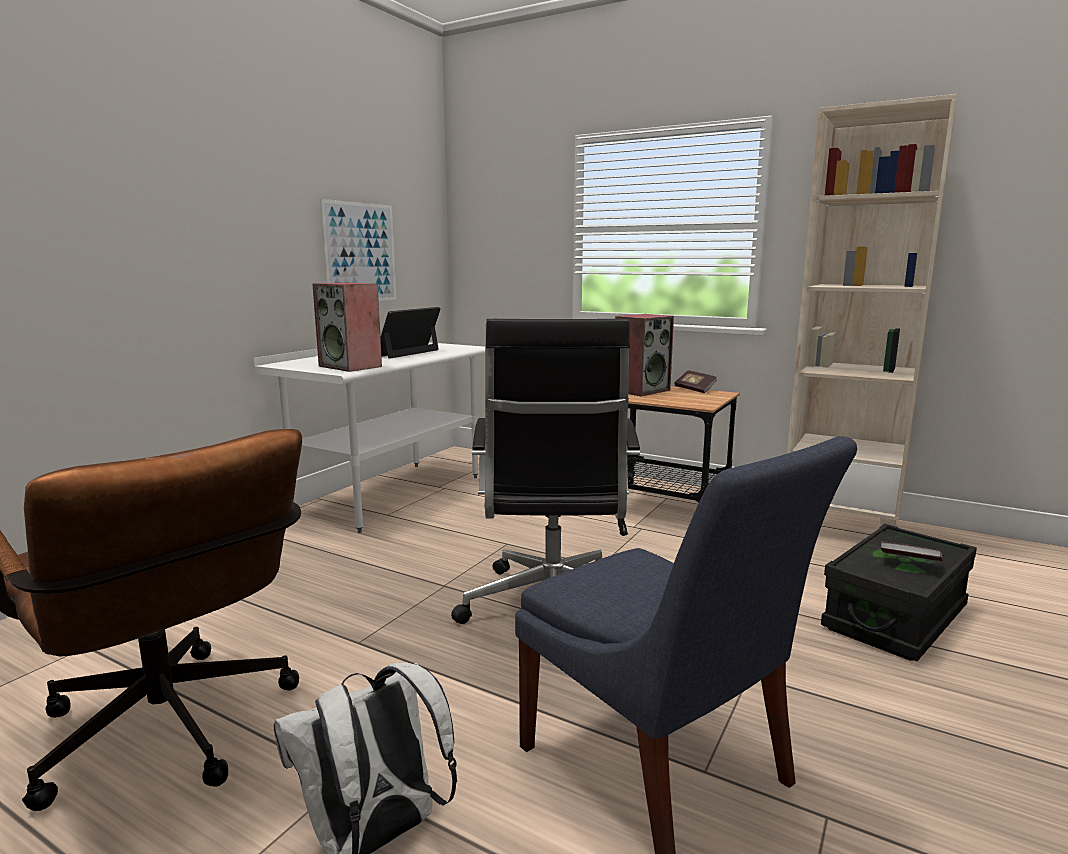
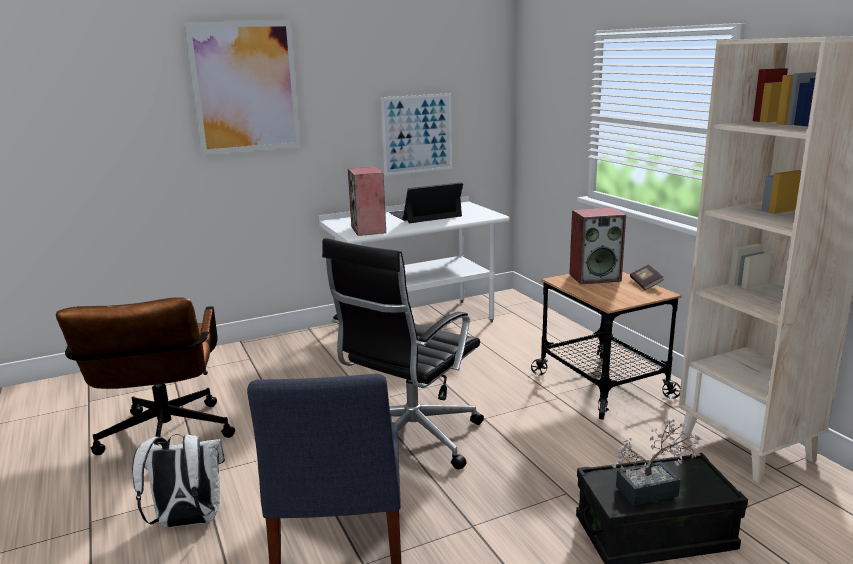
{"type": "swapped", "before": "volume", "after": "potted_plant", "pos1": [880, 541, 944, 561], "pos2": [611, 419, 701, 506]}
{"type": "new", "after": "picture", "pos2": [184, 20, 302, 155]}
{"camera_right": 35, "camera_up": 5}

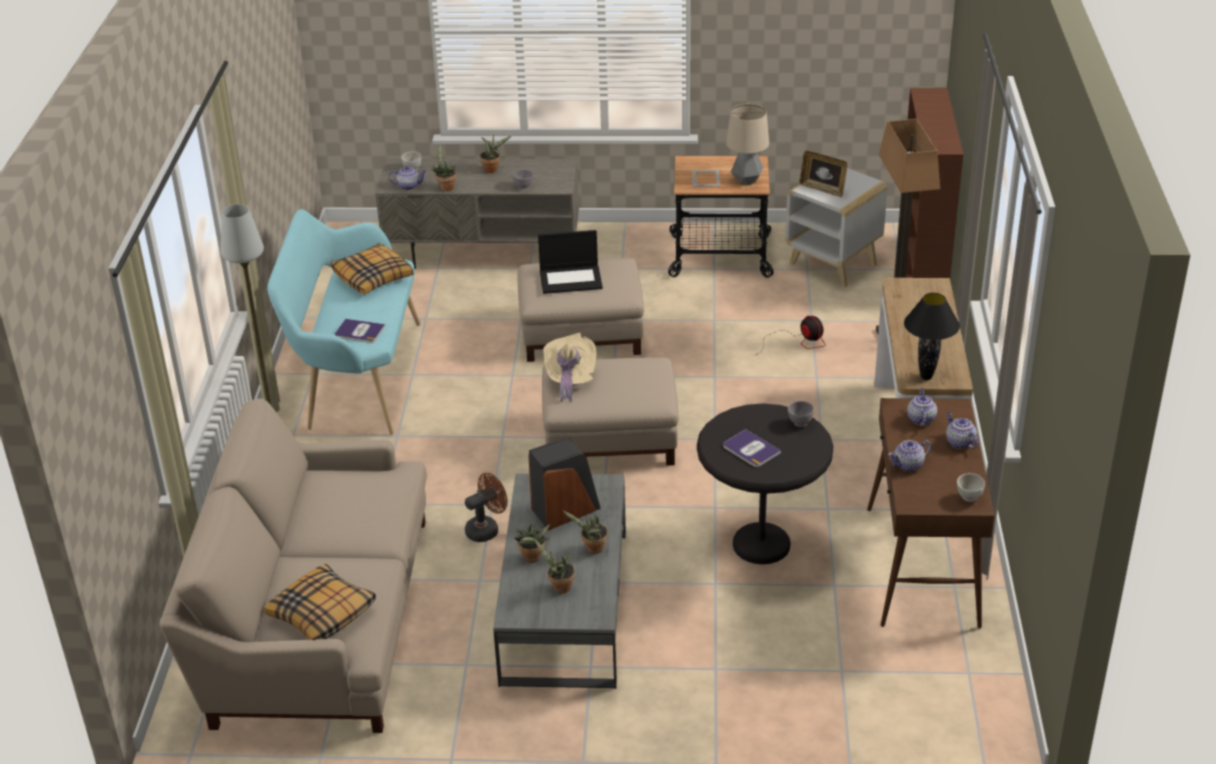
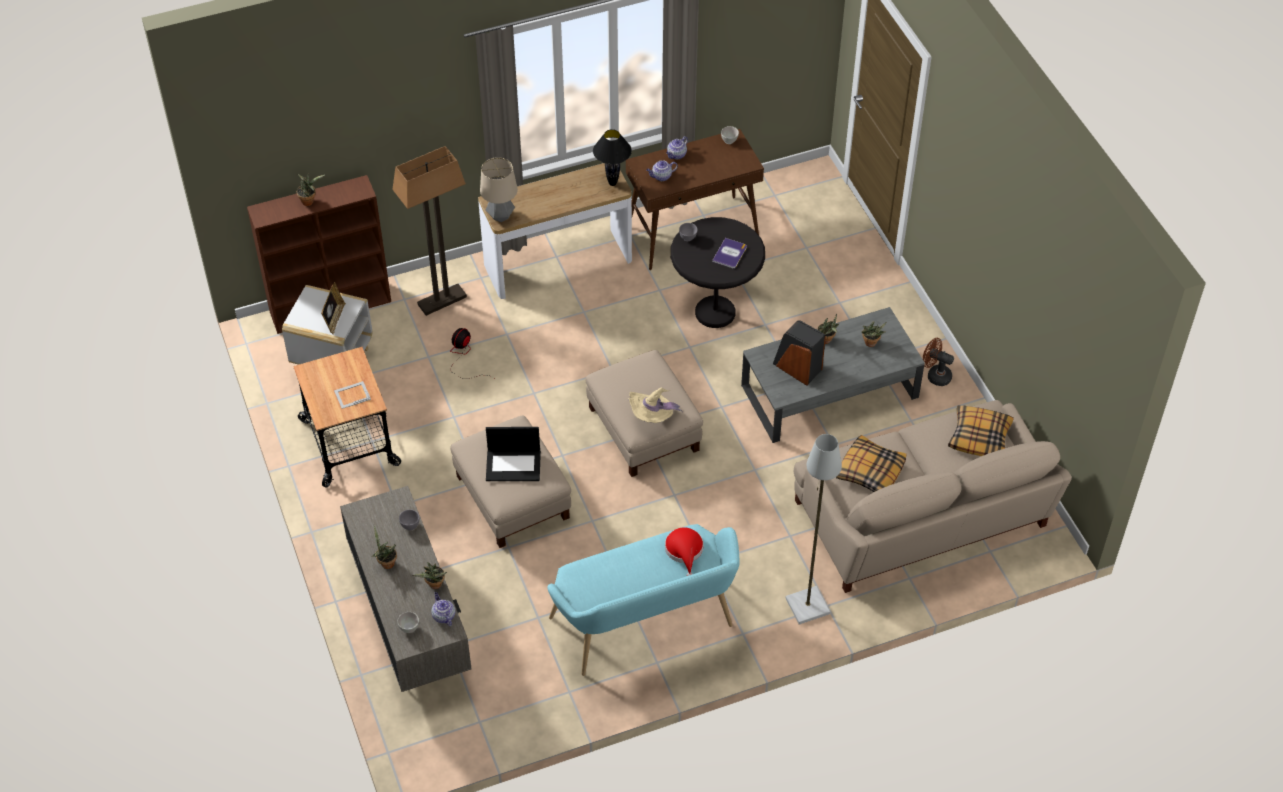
{"type": "shifted", "before": "lamp_for_a_table", "pos1": [726, 104, 769, 185], "pos2": [480, 157, 518, 222]}
{"type": "rotated", "before": "laptop", "pos1": [538, 230, 603, 294], "pos2": [486, 427, 541, 481], "turn": 120}
{"type": "shifted", "before": "pillow", "pos1": [331, 243, 413, 294], "pos2": [836, 435, 907, 492]}
{"type": "swapped", "before": "volume", "after": "red_wearable_hat", "pos1": [335, 319, 385, 343], "pos2": [665, 527, 704, 576]}
{"type": "gone", "before": "tea_pot", "pos1": [888, 440, 931, 472]}
{"type": "shifted", "before": "brownish_cooling_fan", "pos1": [465, 473, 507, 542], "pos2": [923, 338, 954, 386]}
{"type": "shifted", "before": "potted_plant", "pos1": [514, 522, 550, 563], "pos2": [297, 174, 325, 206]}
{"camera_right": -115, "camera_up": 15}

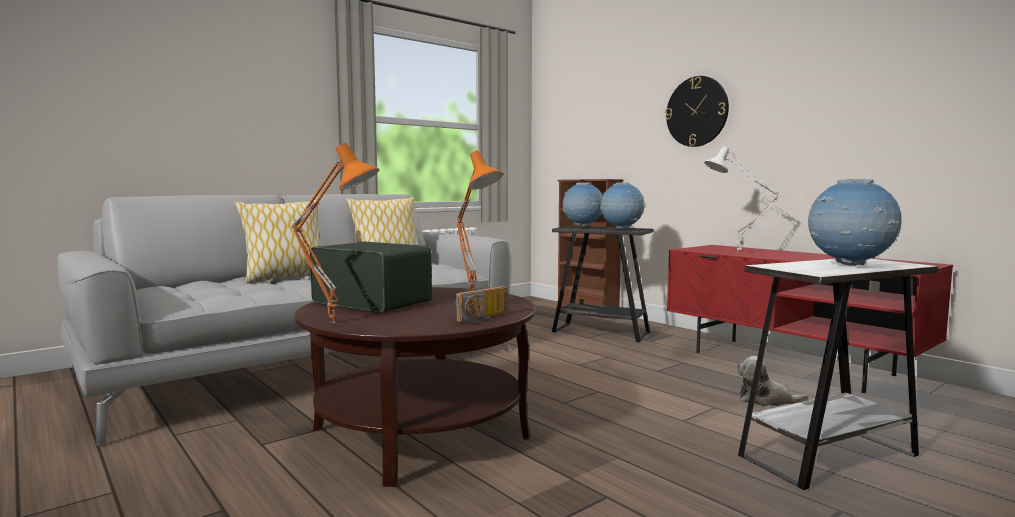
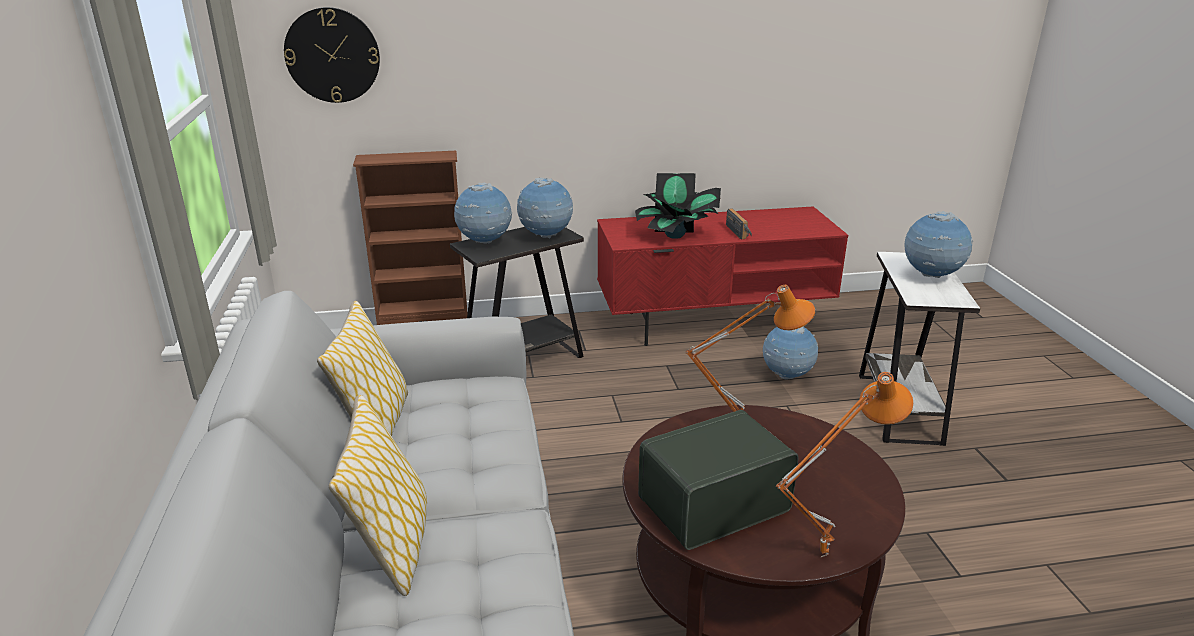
{"type": "shifted", "before": "wall_clock", "pos1": [665, 76, 729, 147], "pos2": [284, 7, 380, 103]}
{"type": "swapped", "before": "whitish_lamp_for_a_table", "after": "potted_plant", "pos1": [704, 146, 781, 253], "pos2": [635, 173, 721, 239]}
{"type": "shifted", "before": "radio", "pos1": [455, 286, 508, 323], "pos2": [726, 208, 752, 239]}
{"type": "swapped", "before": "cuddly_toy", "after": "globe", "pos1": [737, 356, 808, 406], "pos2": [763, 326, 818, 380]}
{"camera_right": -60, "camera_up": 20}

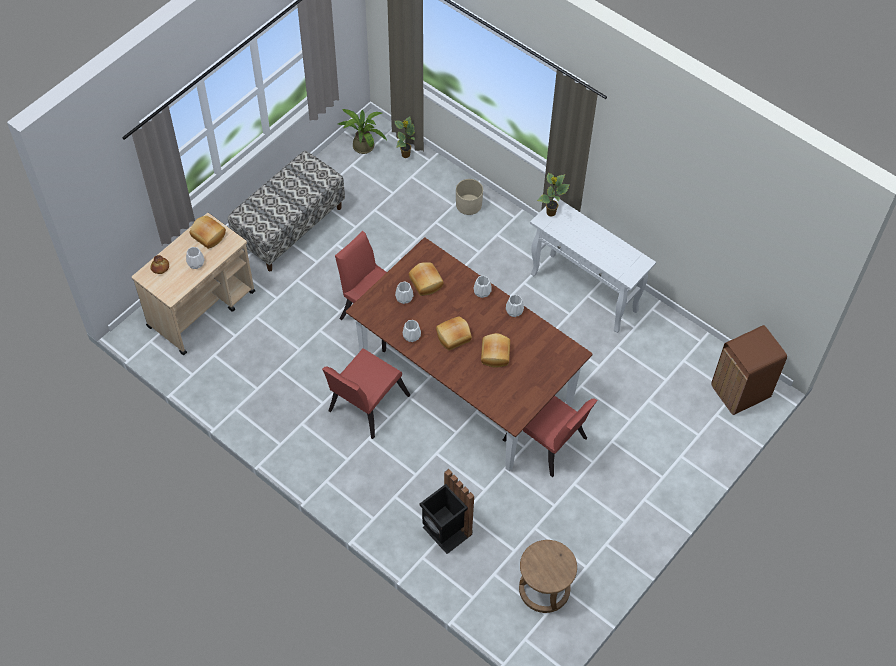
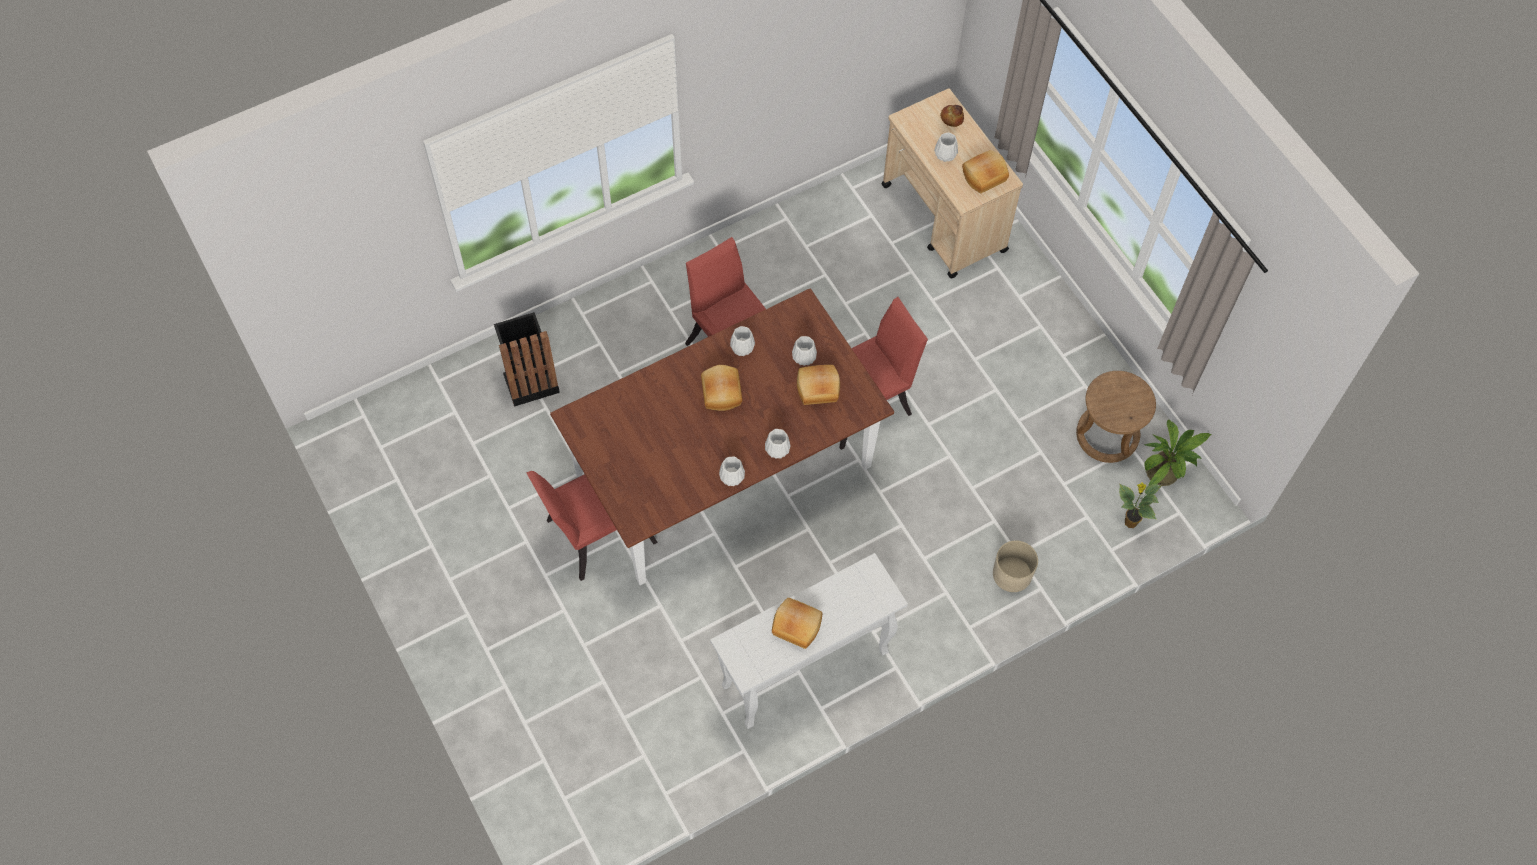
{"type": "gone", "before": "bench", "pos1": [228, 151, 345, 271]}
{"type": "gone", "before": "potted_plant", "pos1": [537, 173, 570, 217]}
{"type": "gone", "before": "brownish_rubbish_bin", "pos1": [711, 325, 787, 415]}
{"type": "shifted", "before": "baked_bread", "pos1": [481, 333, 510, 367], "pos2": [772, 598, 822, 649]}
{"type": "shifted", "before": "brownish_stool_seat", "pos1": [519, 540, 577, 613], "pos2": [1076, 371, 1156, 463]}
{"camera_right": 110, "camera_up": 5}

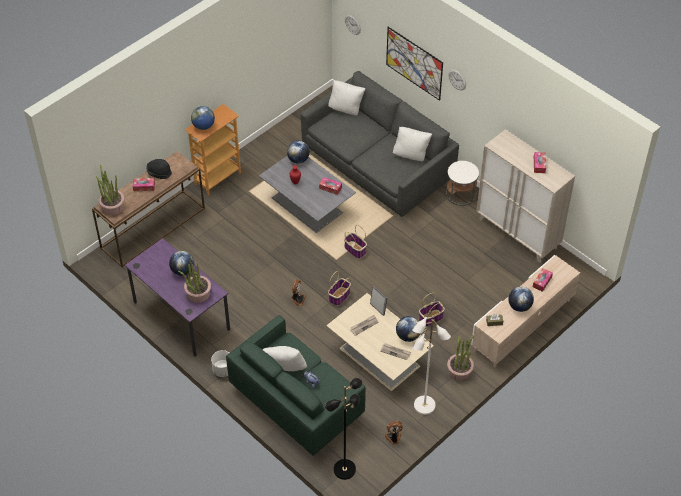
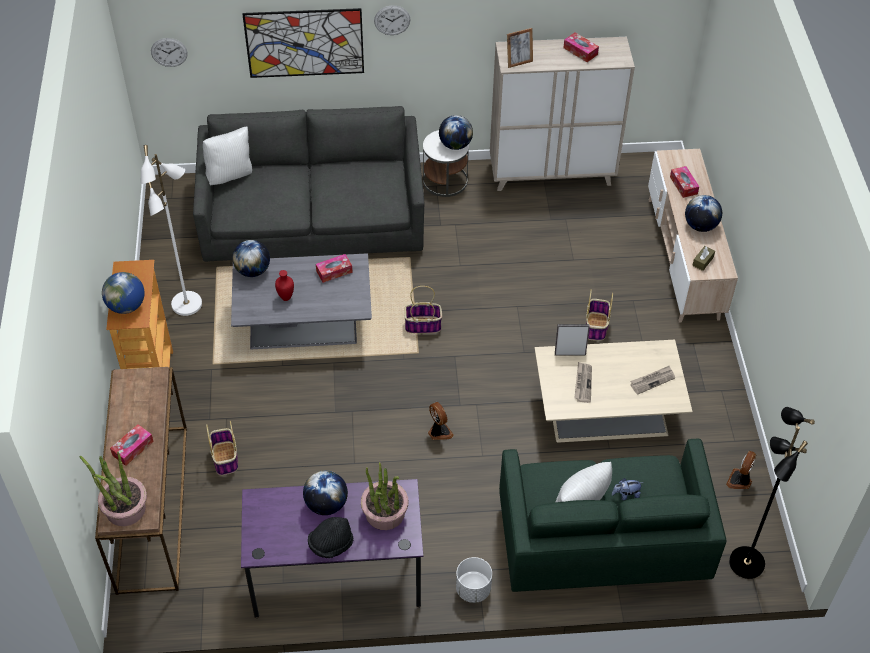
{"type": "gone", "before": "whitish_pillow", "pos1": [393, 127, 432, 161]}
{"type": "shifted", "before": "blackish_wearable_hat", "pos1": [146, 159, 172, 179], "pos2": [308, 517, 353, 558]}
{"type": "shifted", "before": "storage_basket", "pos1": [328, 271, 351, 306], "pos2": [206, 421, 238, 476]}
{"type": "shifted", "before": "whitish_standard_lamp", "pos1": [412, 310, 451, 415], "pos2": [141, 145, 202, 316]}
{"type": "shifted", "before": "globe", "pos1": [396, 316, 420, 342], "pos2": [439, 115, 473, 150]}
{"type": "gone", "before": "potted_plant", "pos1": [447, 334, 475, 381]}
{"type": "new", "after": "picture_frame", "pos2": [507, 28, 533, 68]}
{"camera_right": -50, "camera_up": 0}

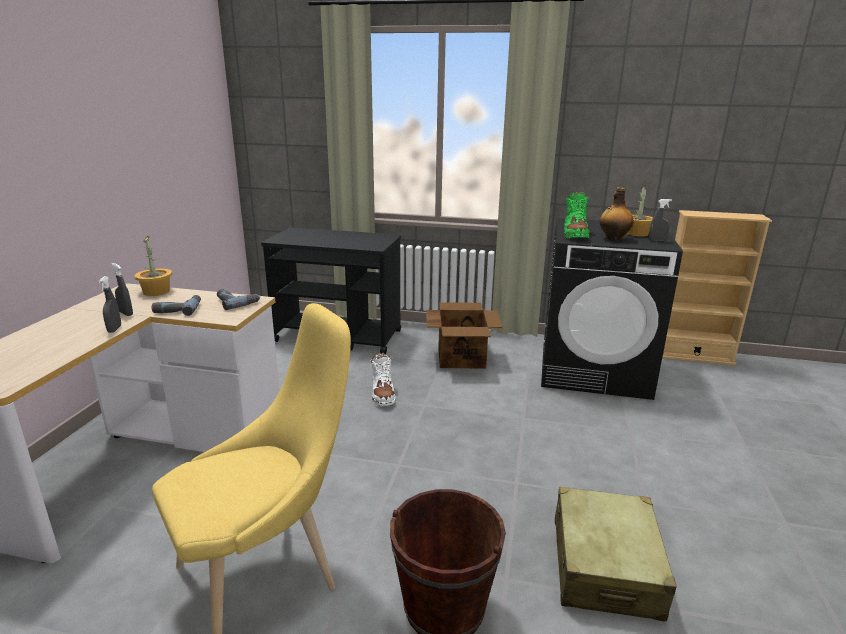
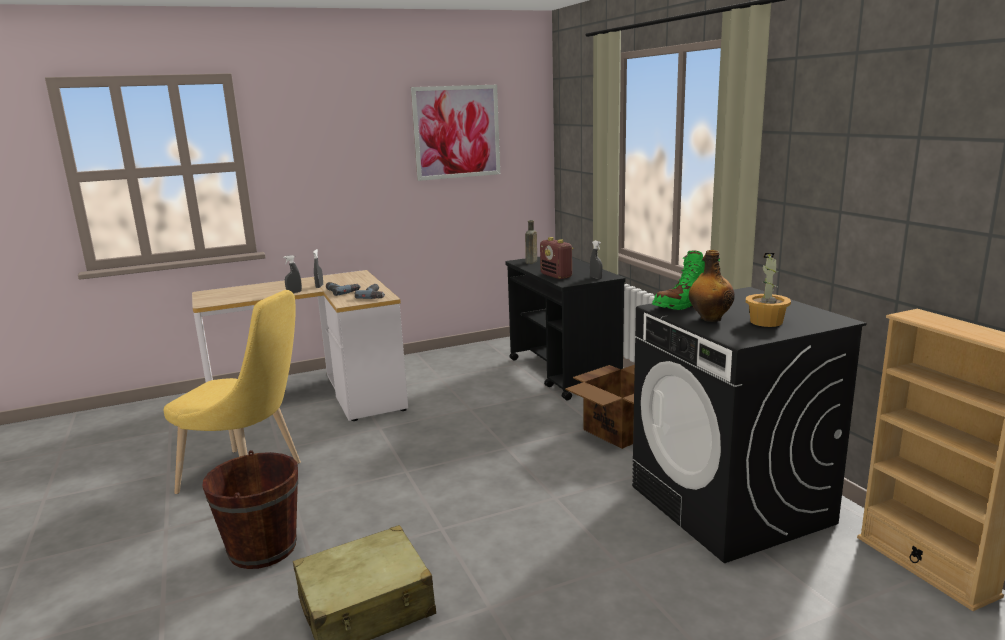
{"type": "shifted", "before": "gray_spray_bottle", "pos1": [649, 199, 672, 241], "pos2": [590, 241, 603, 279]}
{"type": "gone", "before": "potted_plant", "pos1": [134, 236, 172, 296]}
{"type": "gone", "before": "whitish_boot", "pos1": [370, 352, 396, 406]}
{"type": "new", "after": "picture", "pos2": [411, 85, 500, 181]}
{"type": "new", "after": "brownish_bottle", "pos2": [525, 220, 537, 264]}
{"type": "new", "after": "radio", "pos2": [540, 237, 574, 279]}
{"camera_right": 55, "camera_up": -5}

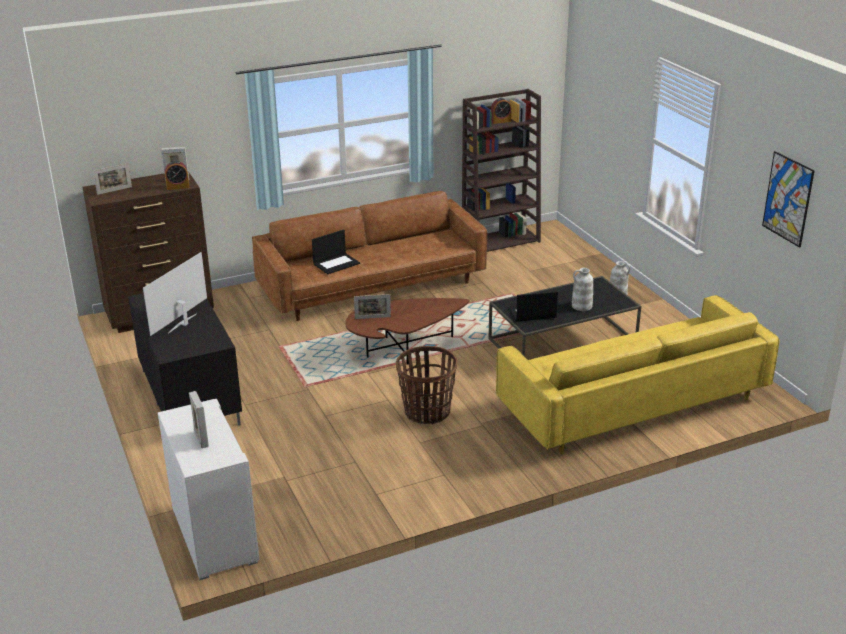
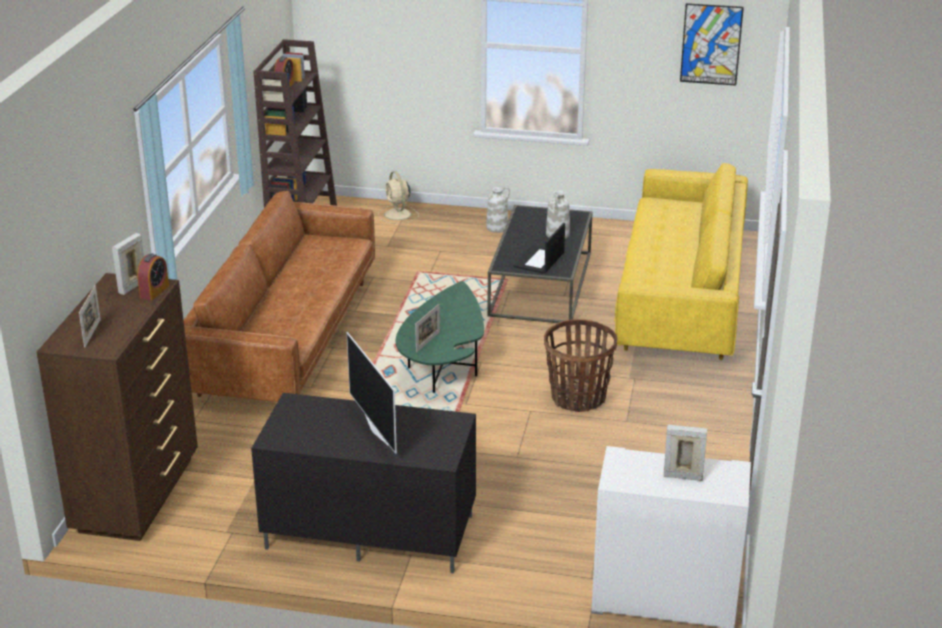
{"type": "gone", "before": "laptop", "pos1": [312, 230, 360, 274]}
{"type": "repainted", "before": "brownish_low_table", "after": "greenish_low_table", "pos1": [346, 298, 470, 364], "pos2": [396, 281, 484, 393]}
{"type": "new", "after": "beige_cooling_fan", "pos2": [379, 171, 419, 224]}
{"camera_right": -55, "camera_up": 0}

